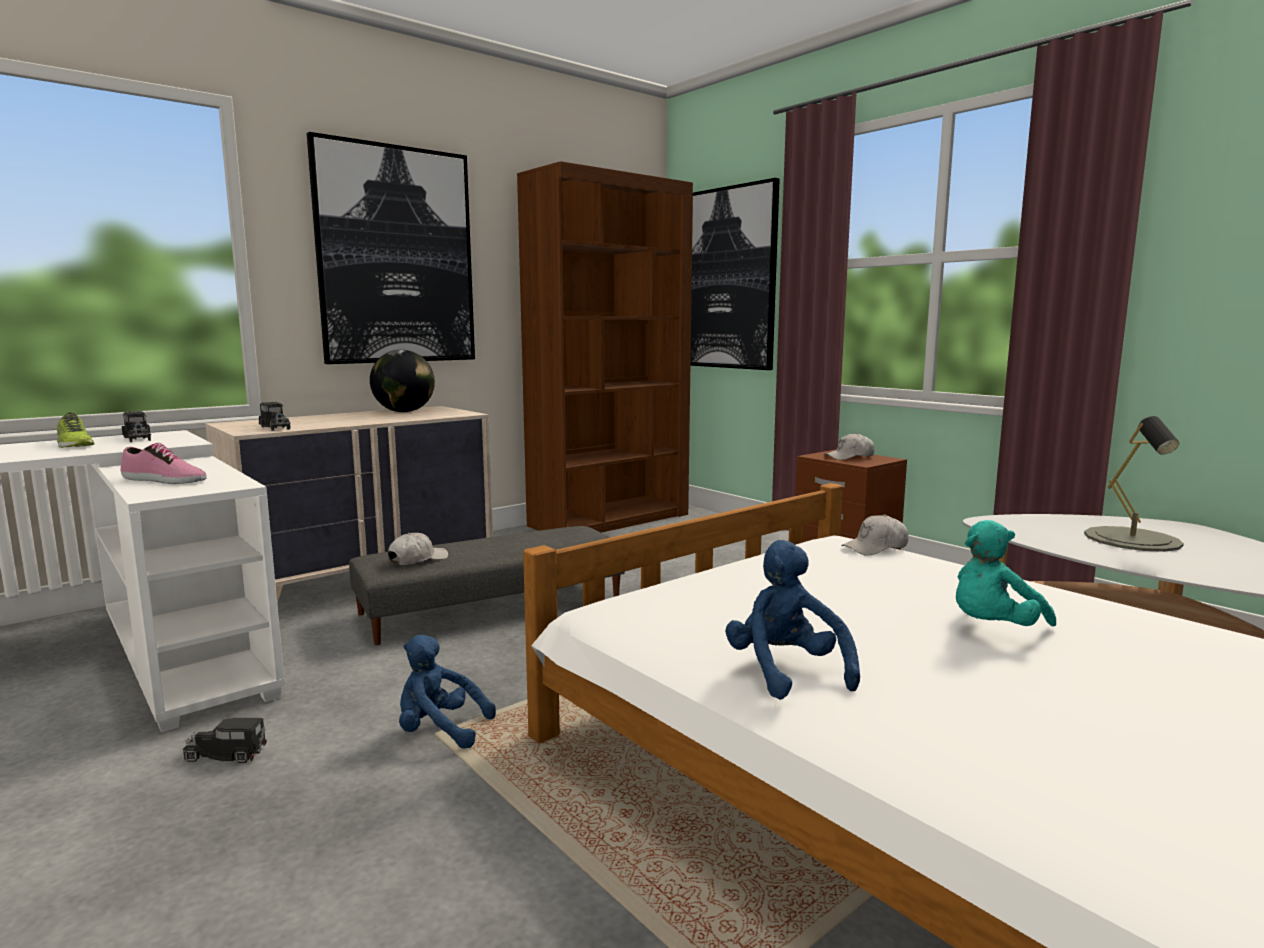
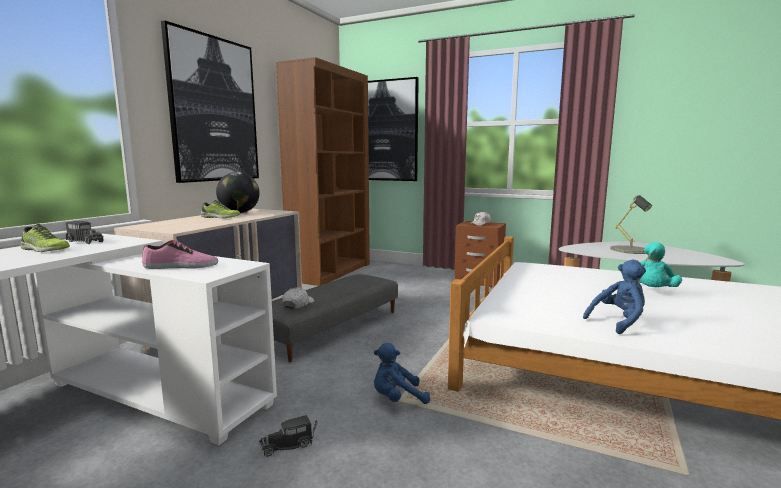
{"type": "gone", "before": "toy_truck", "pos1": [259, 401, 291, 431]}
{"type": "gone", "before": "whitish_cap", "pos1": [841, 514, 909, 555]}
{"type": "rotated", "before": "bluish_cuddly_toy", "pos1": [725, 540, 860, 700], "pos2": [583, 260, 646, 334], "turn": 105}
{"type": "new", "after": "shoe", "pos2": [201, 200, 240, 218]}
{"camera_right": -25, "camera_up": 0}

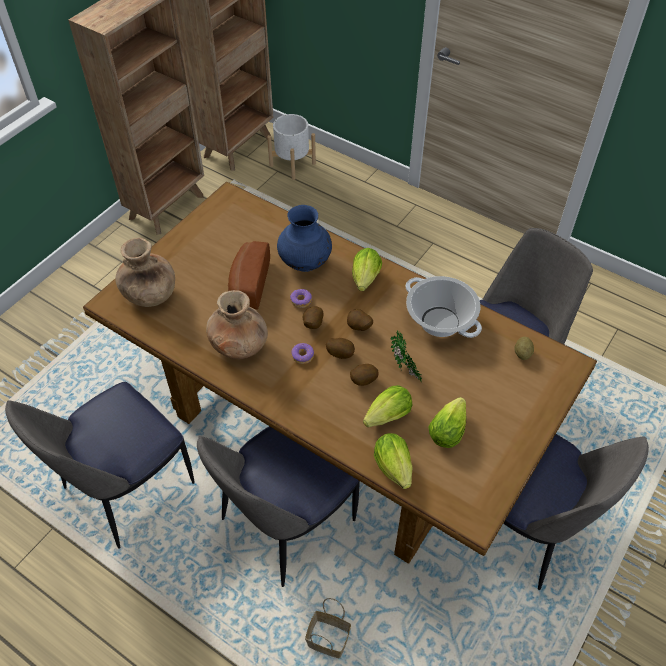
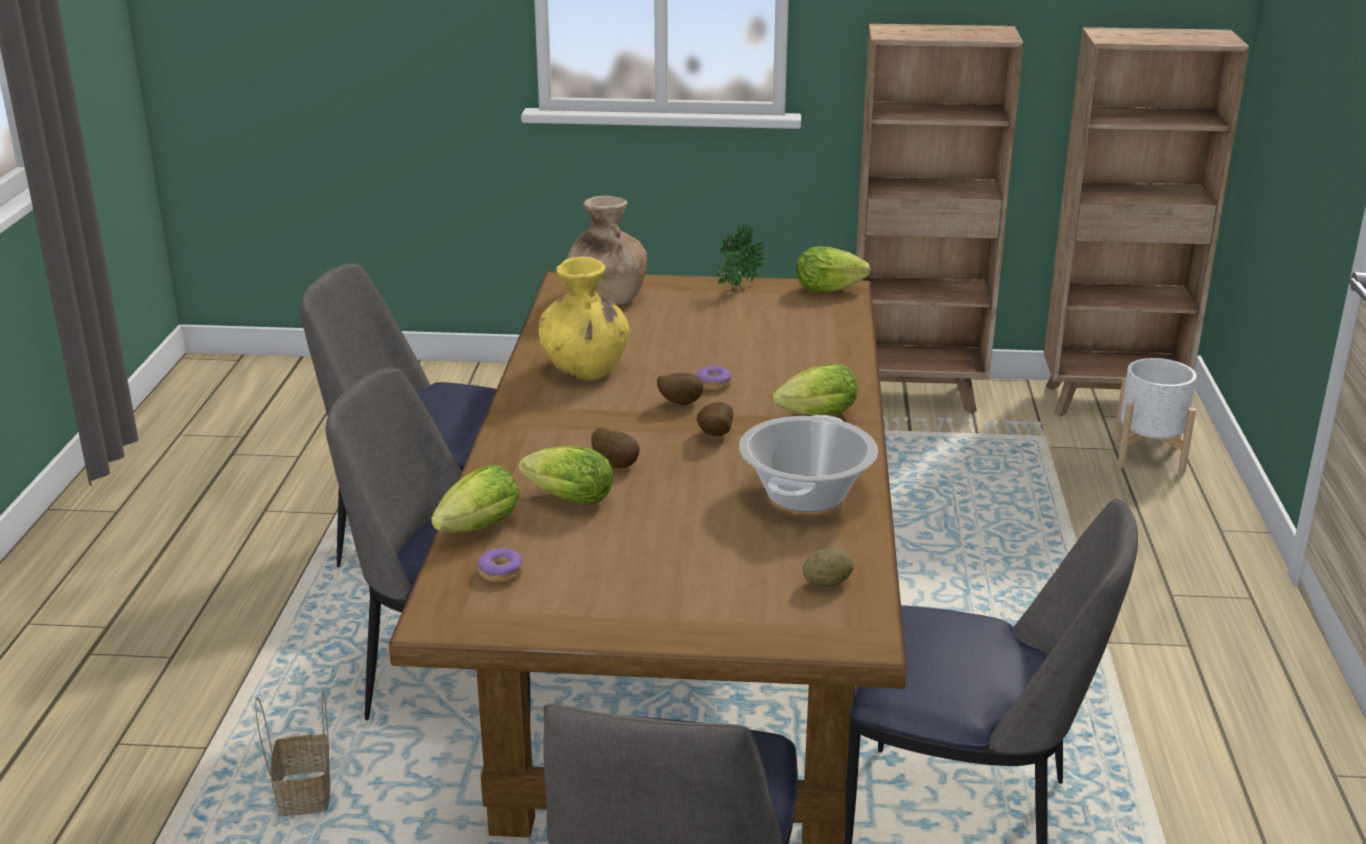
{"type": "gone", "before": "bluish_flower_vase", "pos1": [277, 205, 332, 272]}
{"type": "gone", "before": "baked_bread", "pos1": [228, 241, 270, 310]}
{"type": "repainted", "before": "brownish_flower_vase", "after": "yellowish_flower_vase", "pos1": [206, 290, 268, 359], "pos2": [538, 257, 630, 380]}
{"type": "shifted", "before": "potted_plant", "pos1": [391, 330, 422, 382], "pos2": [717, 225, 765, 295]}
{"type": "gone", "before": "potato", "pos1": [326, 338, 355, 359]}
{"type": "shifted", "before": "ring_doughnut", "pos1": [291, 343, 314, 364], "pos2": [478, 548, 523, 583]}
{"type": "shifted", "before": "head_of_lettuce", "pos1": [428, 397, 466, 448], "pos2": [797, 246, 871, 292]}
{"camera_right": 60, "camera_up": -25}

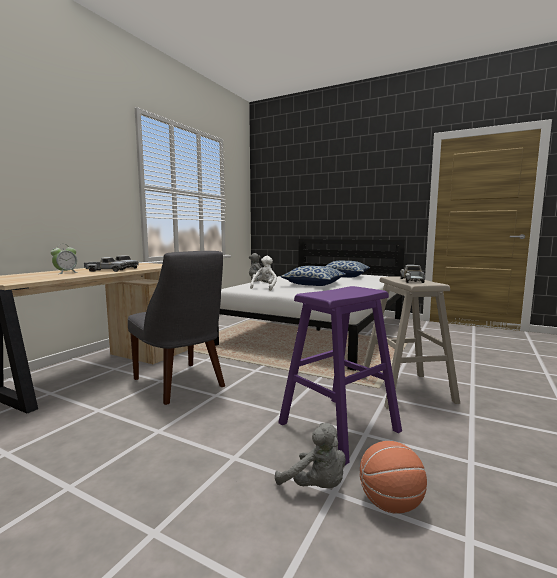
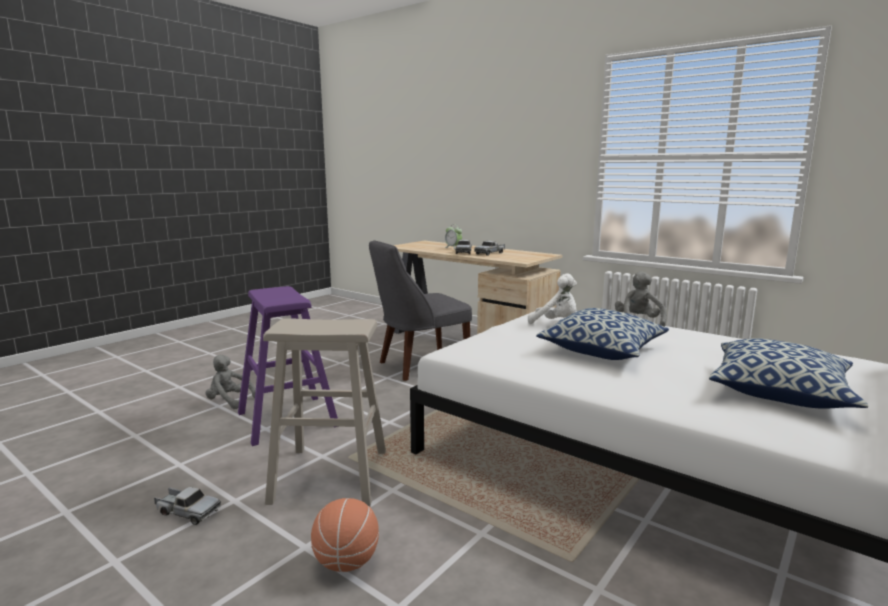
{"type": "shifted", "before": "toy_truck", "pos1": [400, 265, 425, 283], "pos2": [154, 487, 221, 525]}
{"type": "rotated", "before": "gray_cuddly_toy", "pos1": [275, 423, 346, 488], "pos2": [205, 355, 256, 409], "turn": 60}
{"type": "shifted", "before": "ball_for_basketball", "pos1": [360, 441, 427, 514], "pos2": [311, 498, 379, 572]}
{"camera_right": 100, "camera_up": 5}

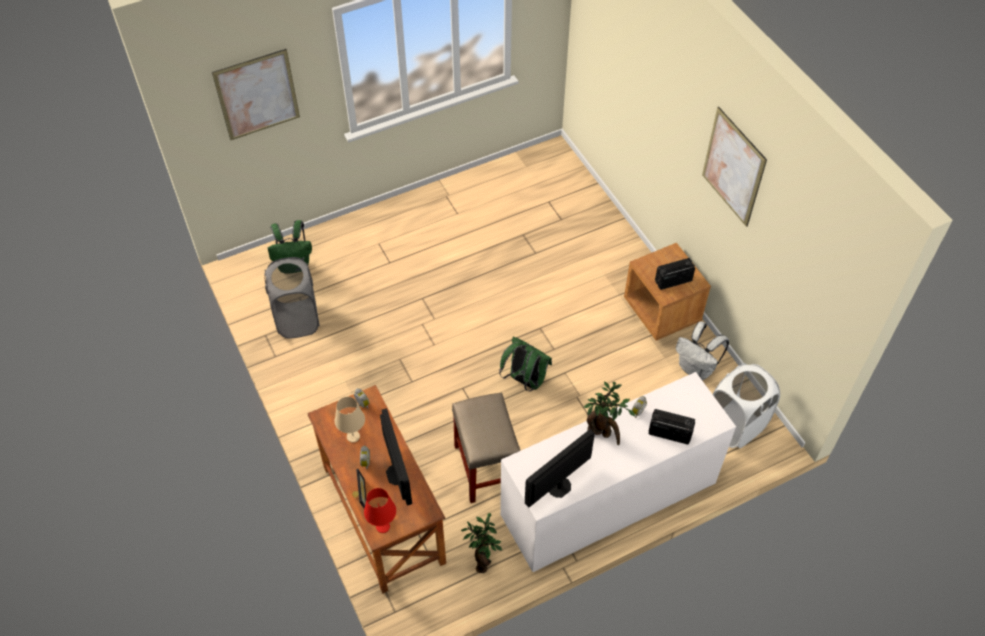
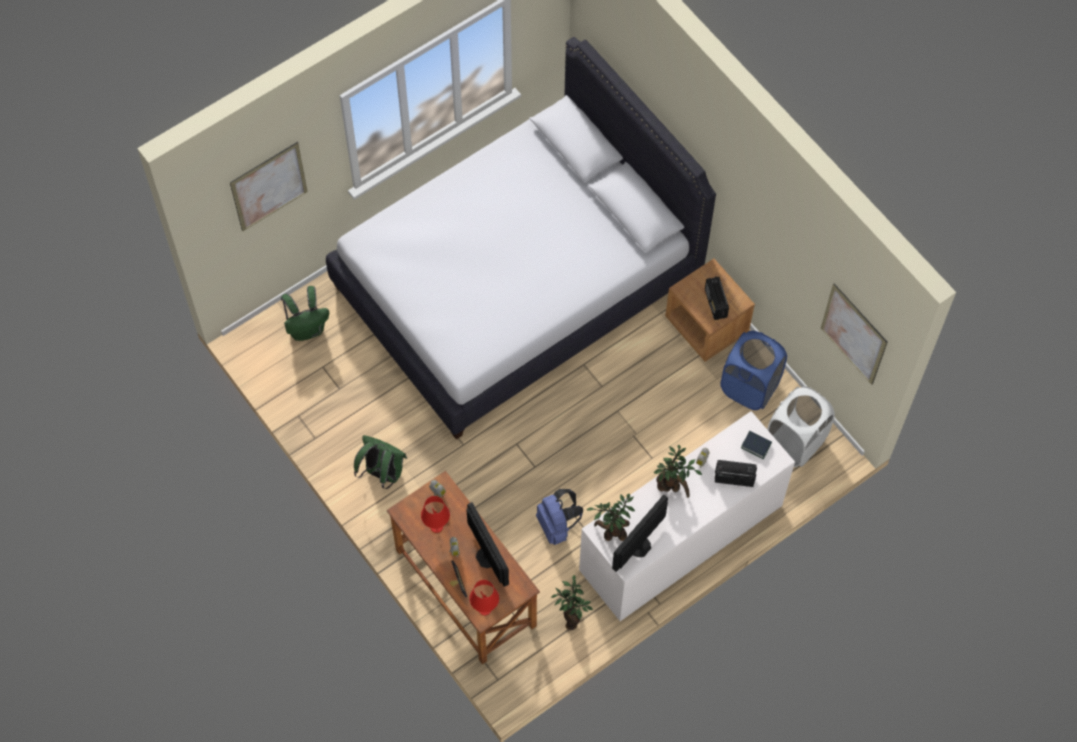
{"type": "shifted", "before": "picture", "pos1": [702, 107, 767, 227], "pos2": [821, 284, 887, 385]}
{"type": "gone", "before": "gray_washing_basket", "pos1": [264, 257, 320, 339]}
{"type": "rotated", "before": "radio", "pos1": [655, 258, 695, 290], "pos2": [705, 276, 729, 320], "turn": -75}
{"type": "swapped", "before": "whitish_knapsack", "after": "bluish_washing_basket", "pos1": [676, 321, 729, 380], "pos2": [720, 331, 787, 410]}
{"type": "shifted", "before": "greenish_knapsack", "pos1": [499, 336, 552, 391], "pos2": [354, 435, 407, 489]}
{"type": "swapped", "before": "beige_stool_seat", "after": "bluish_knapsack", "pos1": [452, 392, 520, 503], "pos2": [536, 489, 583, 545]}
{"type": "repainted", "before": "beige_lamp_for_a_table", "after": "red_lamp_for_a_table", "pos1": [335, 397, 365, 443], "pos2": [421, 496, 450, 533]}
{"type": "new", "after": "whitish_sleeping_bed", "pos2": [326, 37, 716, 440]}
{"type": "new", "after": "volume", "pos2": [741, 431, 772, 459]}
{"type": "new", "after": "potted_plant", "pos2": [586, 494, 635, 541]}
{"camera_right": -10, "camera_up": 10}

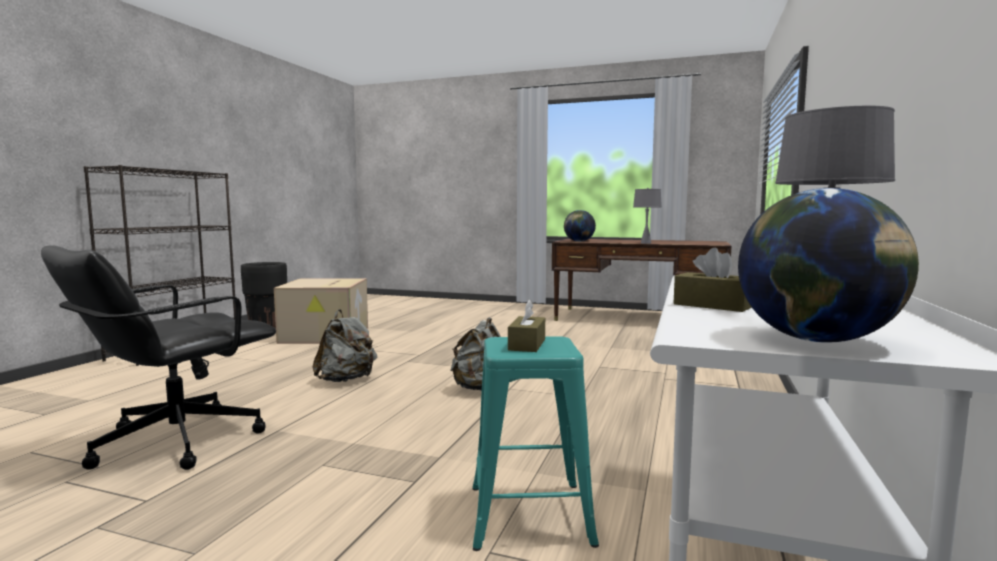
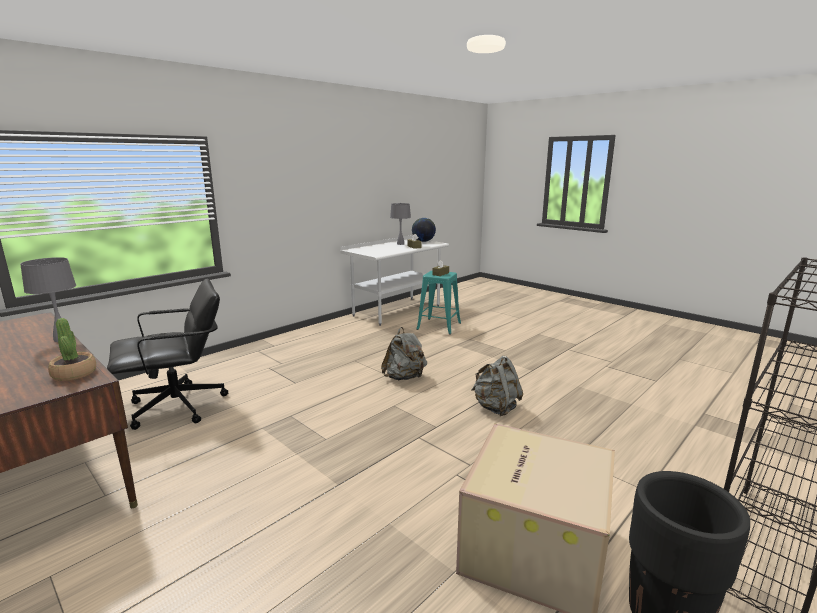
{"type": "swapped", "before": "globe", "after": "potted_plant", "pos1": [564, 210, 596, 242], "pos2": [48, 318, 96, 381]}
{"type": "shifted", "before": "blackish_desk_chair", "pos1": [41, 245, 276, 470], "pos2": [107, 279, 228, 430]}
{"camera_right": -155, "camera_up": 10}

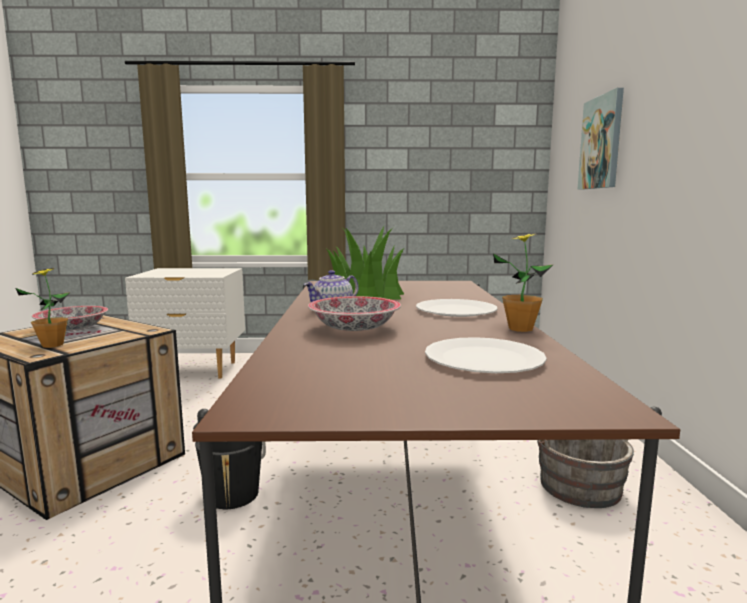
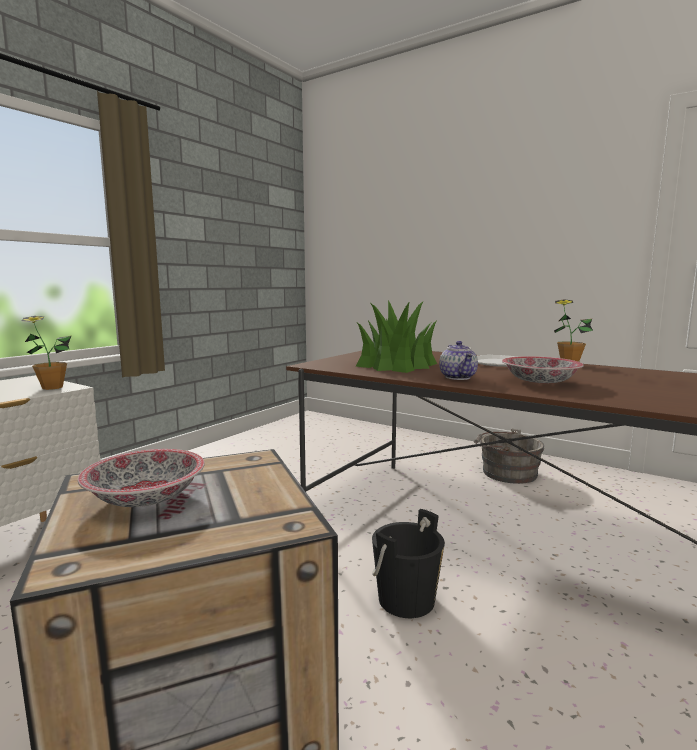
{"type": "gone", "before": "picture", "pos1": [578, 88, 624, 190]}
{"type": "shifted", "before": "potted_plant", "pos1": [16, 268, 70, 348], "pos2": [22, 316, 72, 390]}
{"type": "gone", "before": "whitish_flat_dish", "pos1": [425, 337, 547, 373]}
{"camera_right": -55, "camera_up": 0}

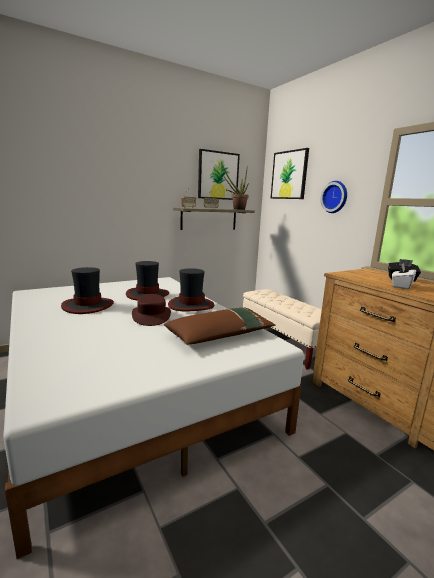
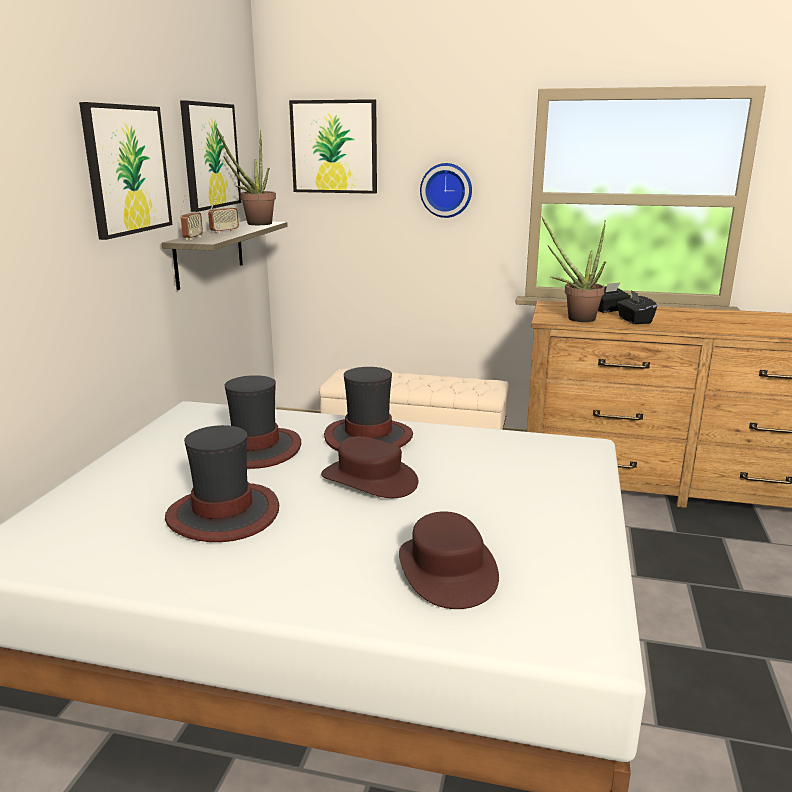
{"type": "repainted", "before": "whitish_tissue_holder", "after": "blackish_tissue_holder", "pos1": [392, 263, 416, 289], "pos2": [617, 290, 657, 324]}
{"type": "gone", "before": "brownish_pillow", "pos1": [164, 307, 275, 345]}
{"type": "new", "after": "picture", "pos2": [79, 102, 172, 240]}
{"type": "new", "after": "potted_plant", "pos2": [541, 216, 606, 322]}
{"type": "new", "after": "brownish_wearable_hat", "pos2": [399, 511, 499, 609]}
{"camera_right": -45, "camera_up": 5}

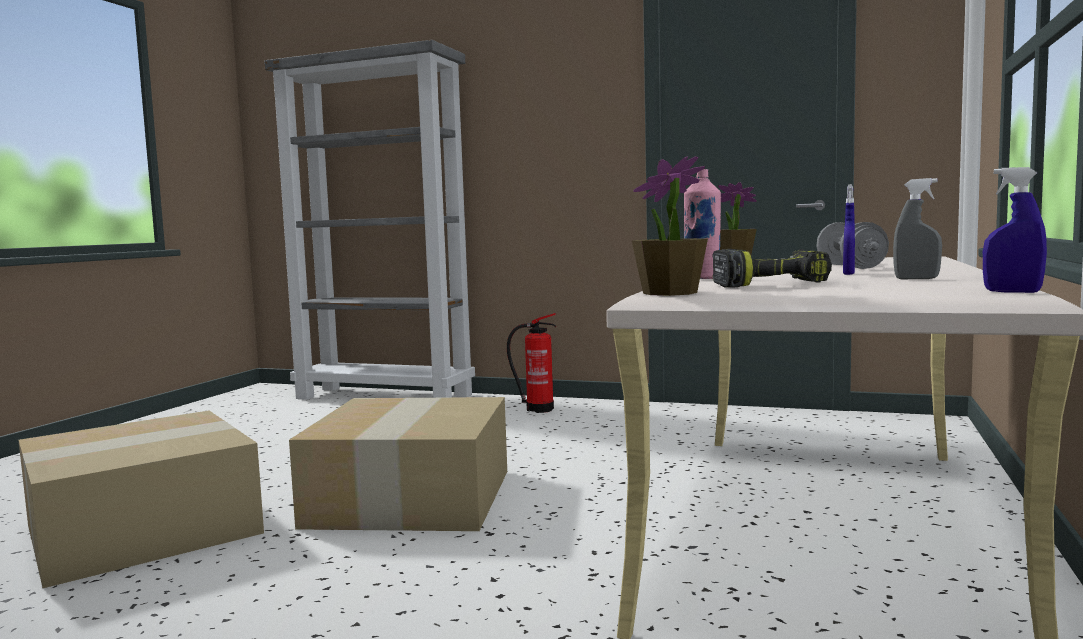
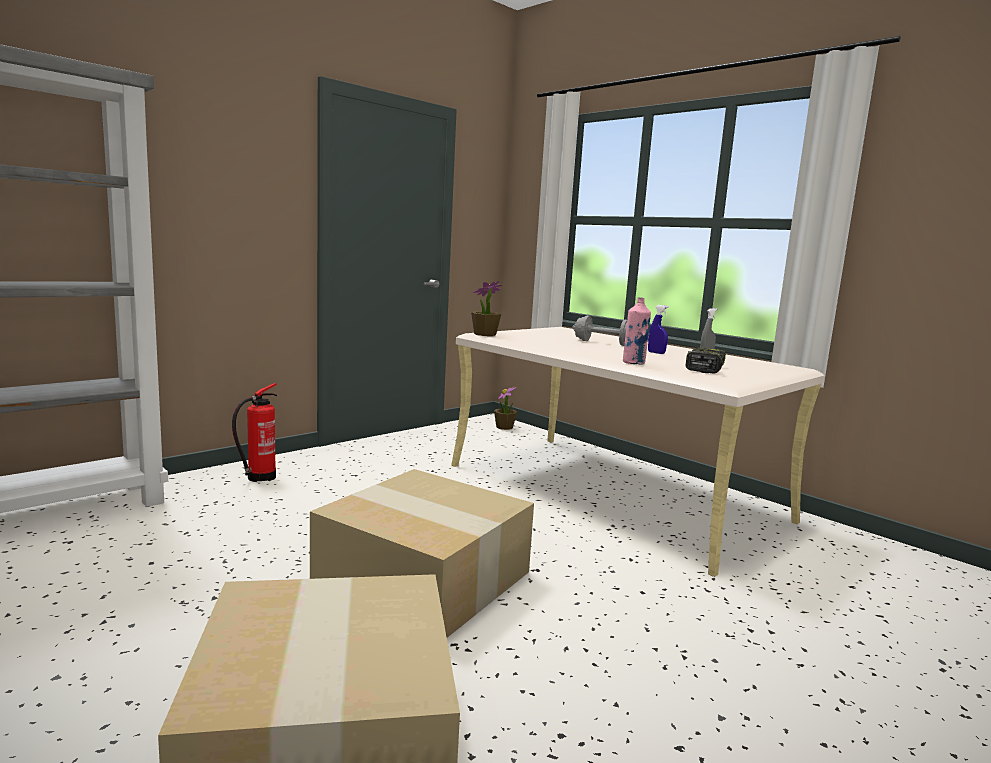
{"type": "shifted", "before": "potted_plant", "pos1": [632, 156, 708, 296], "pos2": [494, 386, 517, 430]}
{"type": "gone", "before": "bluish_spray_bottle", "pos1": [983, 167, 1047, 293]}
{"camera_right": -65, "camera_up": 5}

